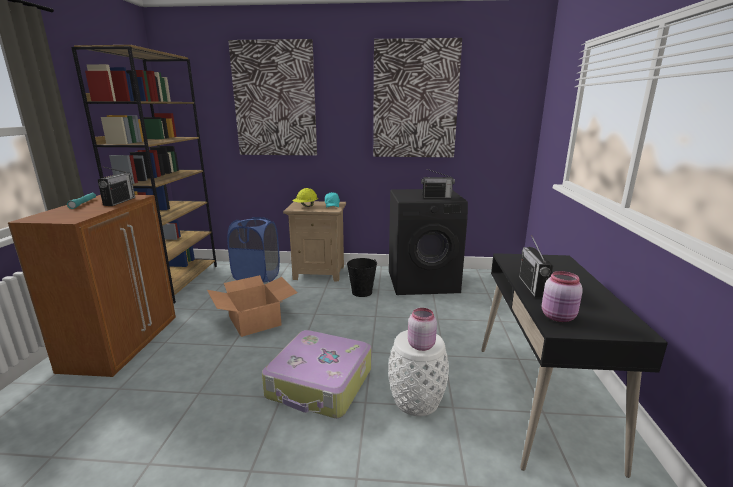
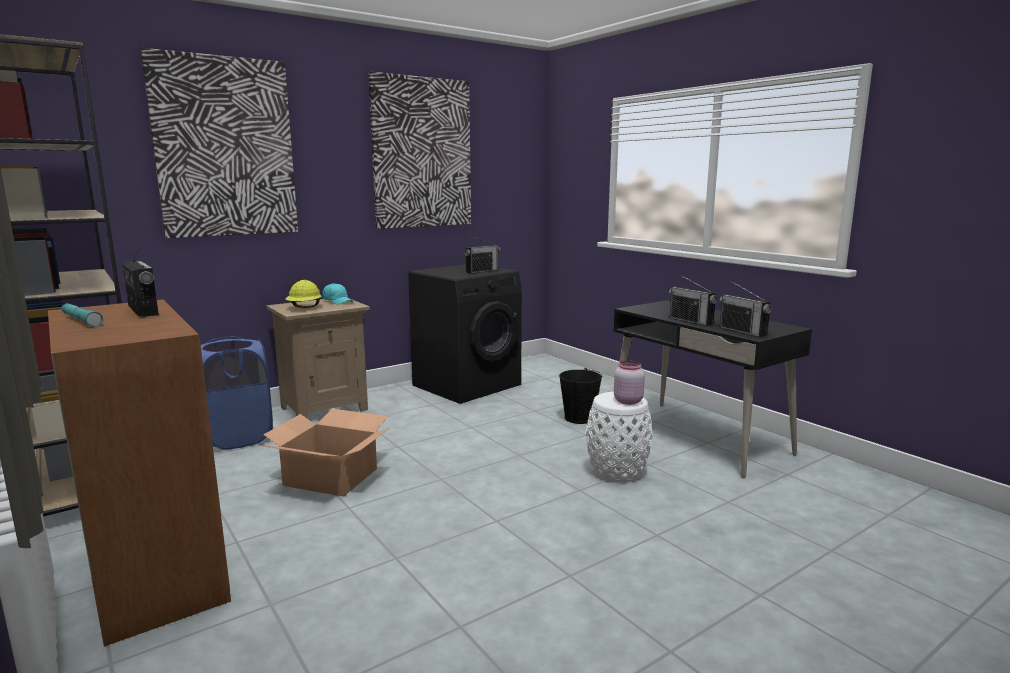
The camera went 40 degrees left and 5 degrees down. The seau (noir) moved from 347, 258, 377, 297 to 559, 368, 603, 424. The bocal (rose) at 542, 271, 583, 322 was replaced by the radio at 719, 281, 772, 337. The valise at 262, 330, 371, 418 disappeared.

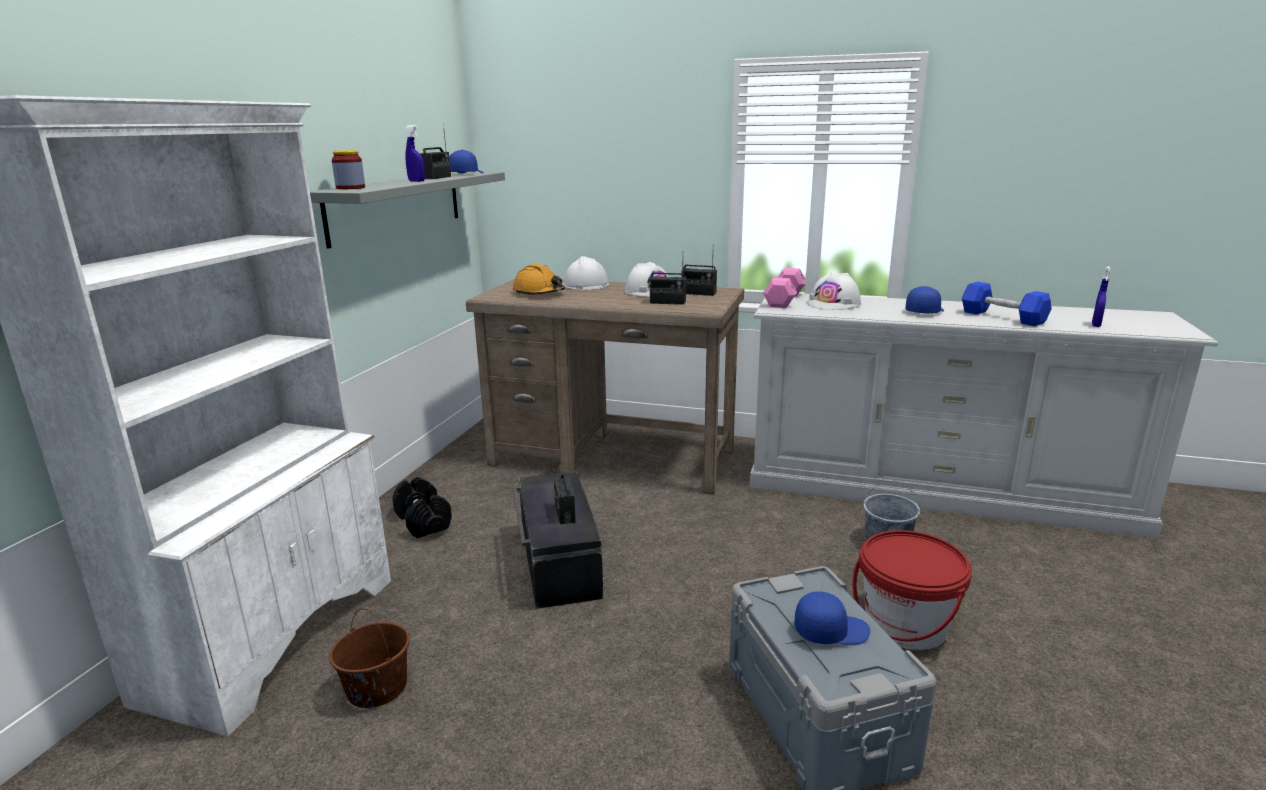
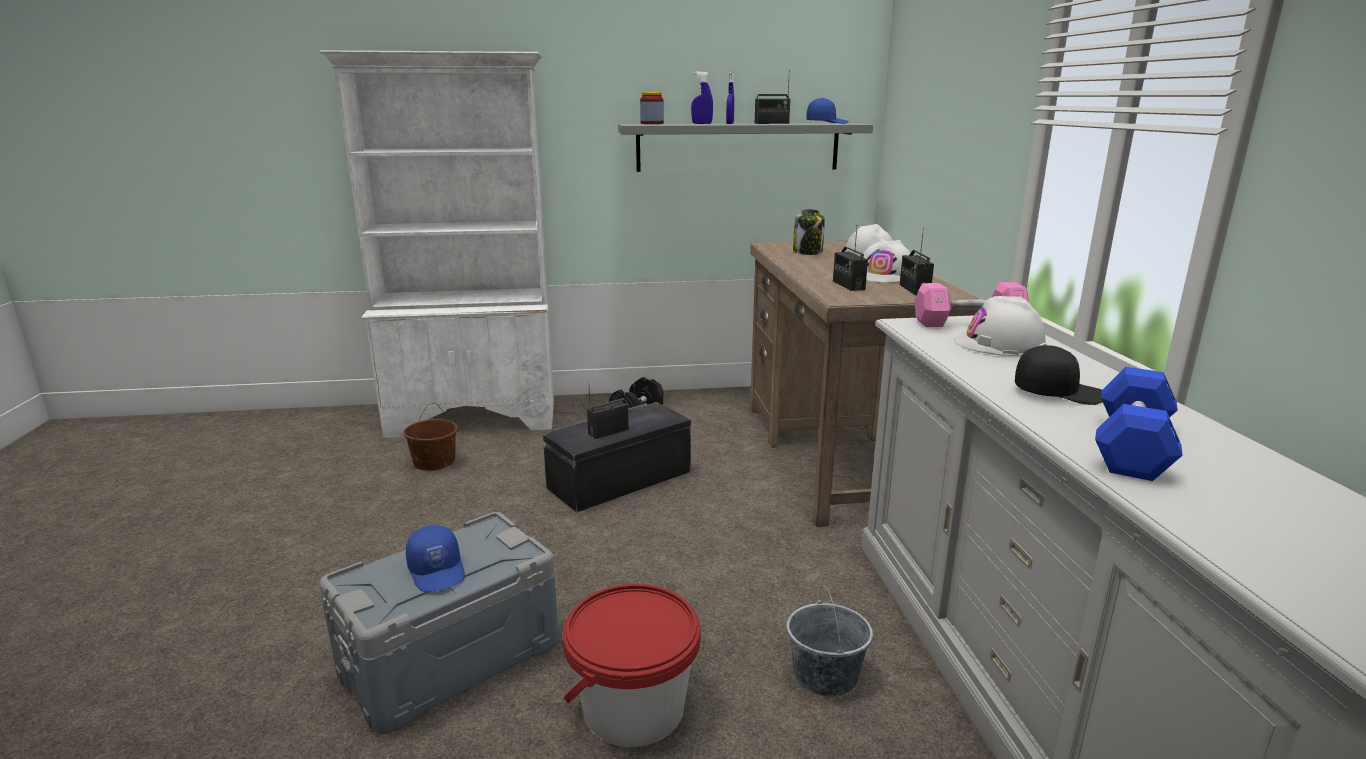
The camera went 65 degrees right and 0 degrees up. The vaporisateur (bleu) moved from 1092, 266, 1110, 327 to 691, 71, 713, 124. The casque de chantier (orange) at 513, 264, 565, 295 was replaced by the bocal at 793, 209, 825, 255. The casquette (bleu) at 905, 286, 944, 314 became the casquette (noir) at 1015, 345, 1102, 405.

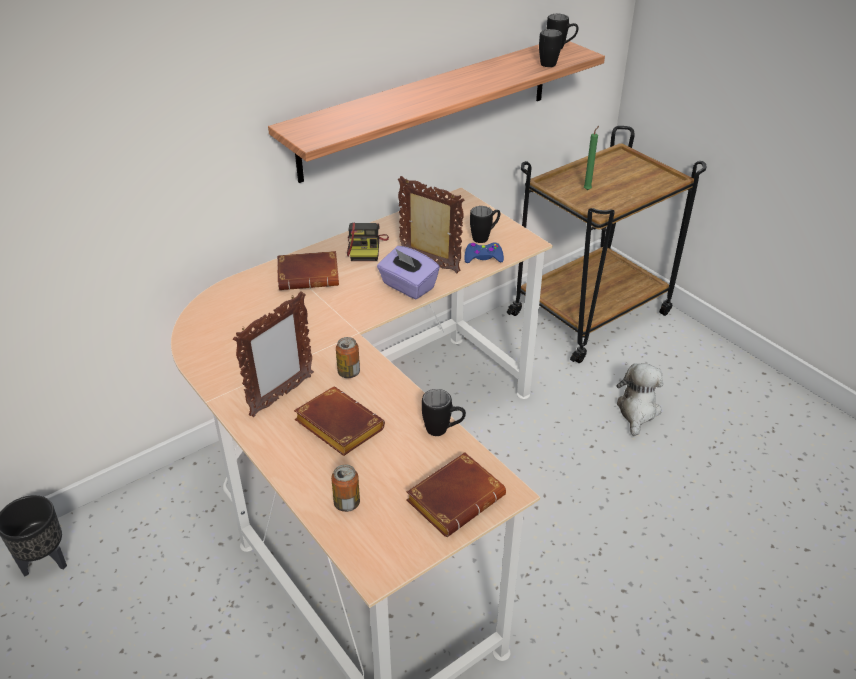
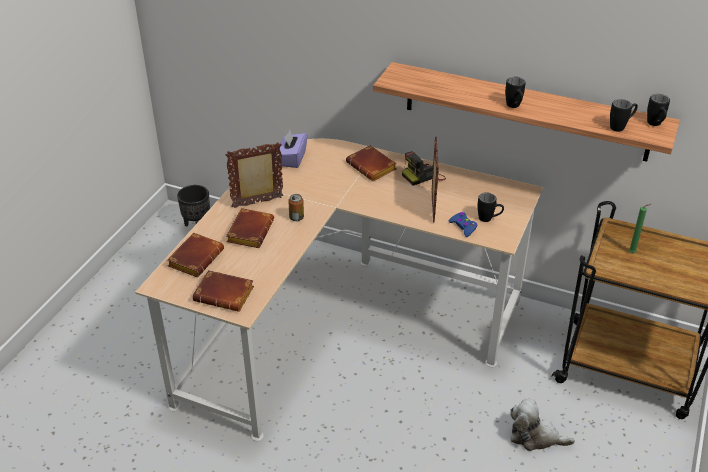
The camera went 60 degrees right and 0 degrees up. The boîte métallique at 331, 464, 360, 512 was replaced by the livre (marron) at 167, 233, 224, 277. The cadre photo at 233, 291, 314, 417 turned 150 degrees clockwise. The boîte à mouchoirs (violet) moved from 377, 246, 440, 299 to 277, 130, 307, 168. The mug (noir) moved from 422, 389, 466, 436 to 505, 77, 526, 108. The peluche at 617, 363, 663, 436 turned 150 degrees counterclockwise.

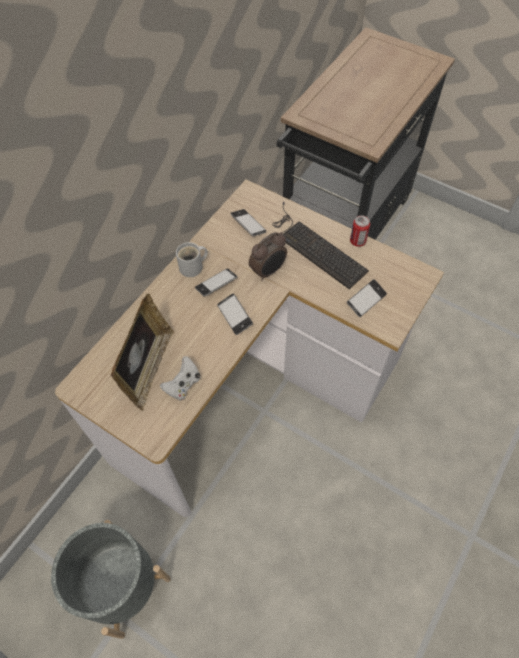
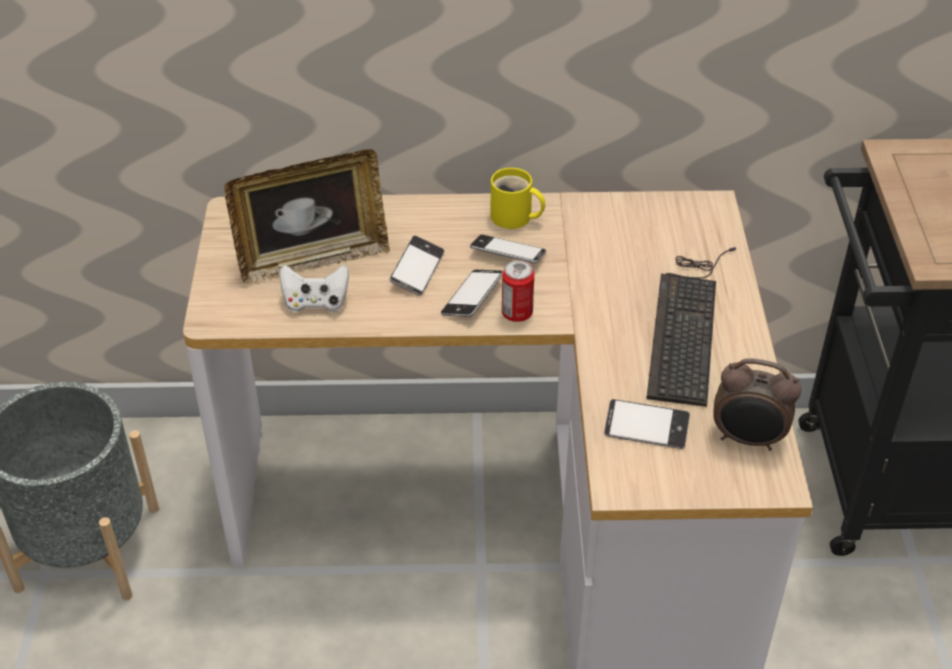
The camera went 55 degrees right and 15 degrees down. The téléphone moved from 230, 209, 266, 236 to 389, 236, 444, 296. The mug (blanc) at 176, 242, 208, 277 became the mug (jaune) at 490, 168, 545, 229. The boîte métallique moved from 350, 215, 370, 247 to 502, 260, 534, 322. The réveil moved from 249, 232, 287, 280 to 713, 359, 802, 451.

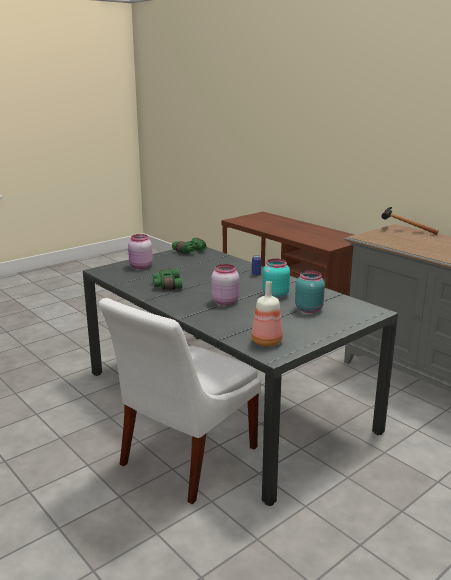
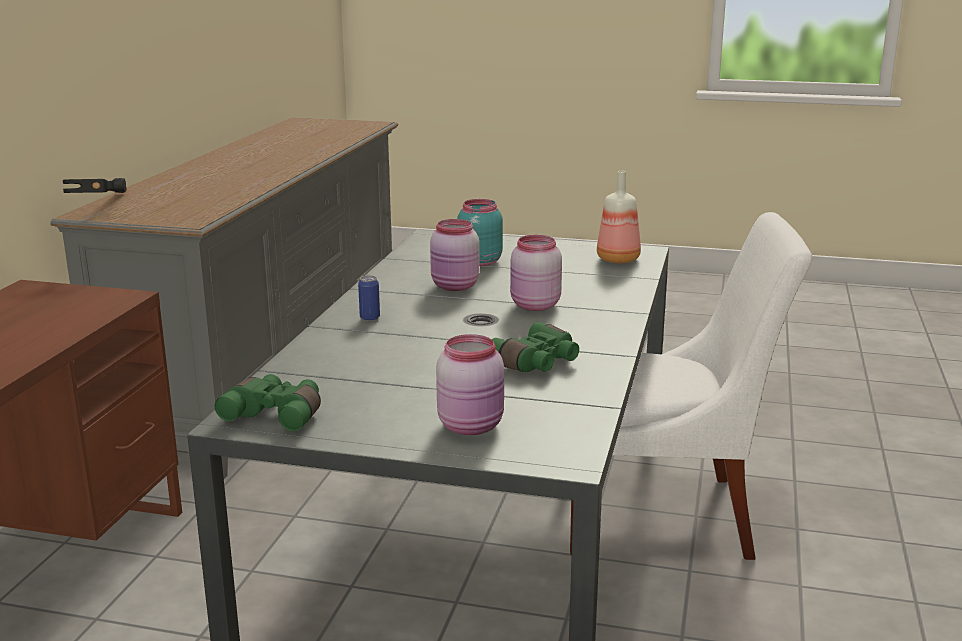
The camera went 125 degrees left and 0 degrees up. The bocal (turquoise) at 262, 259, 290, 299 became the bocal (rose) at 430, 219, 479, 291.

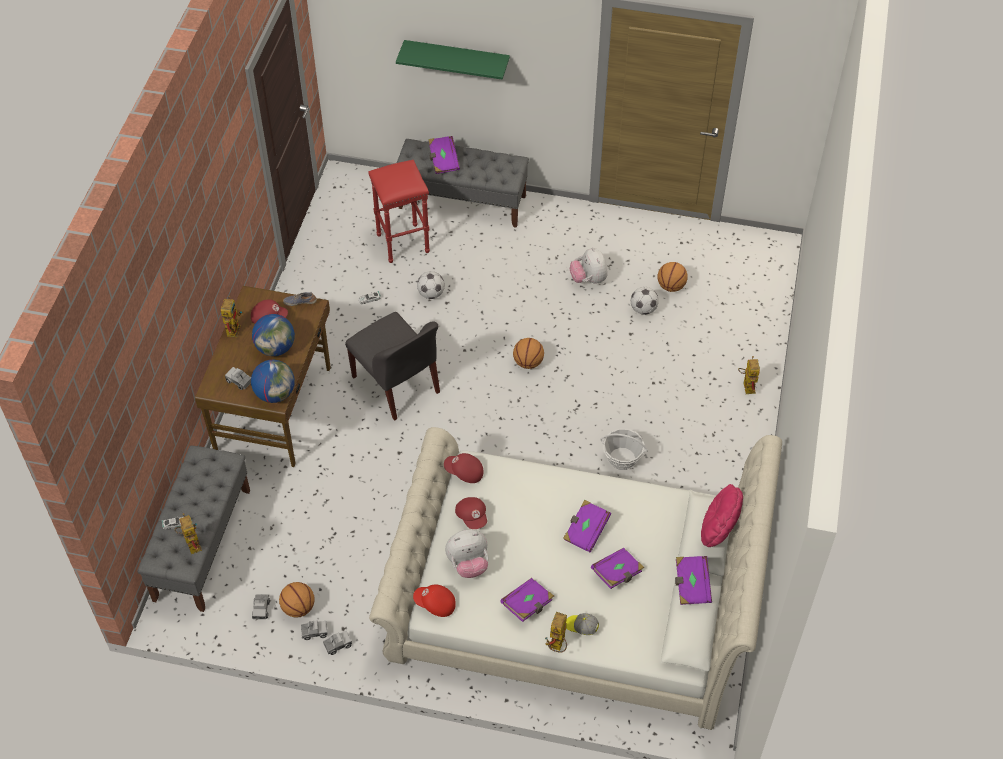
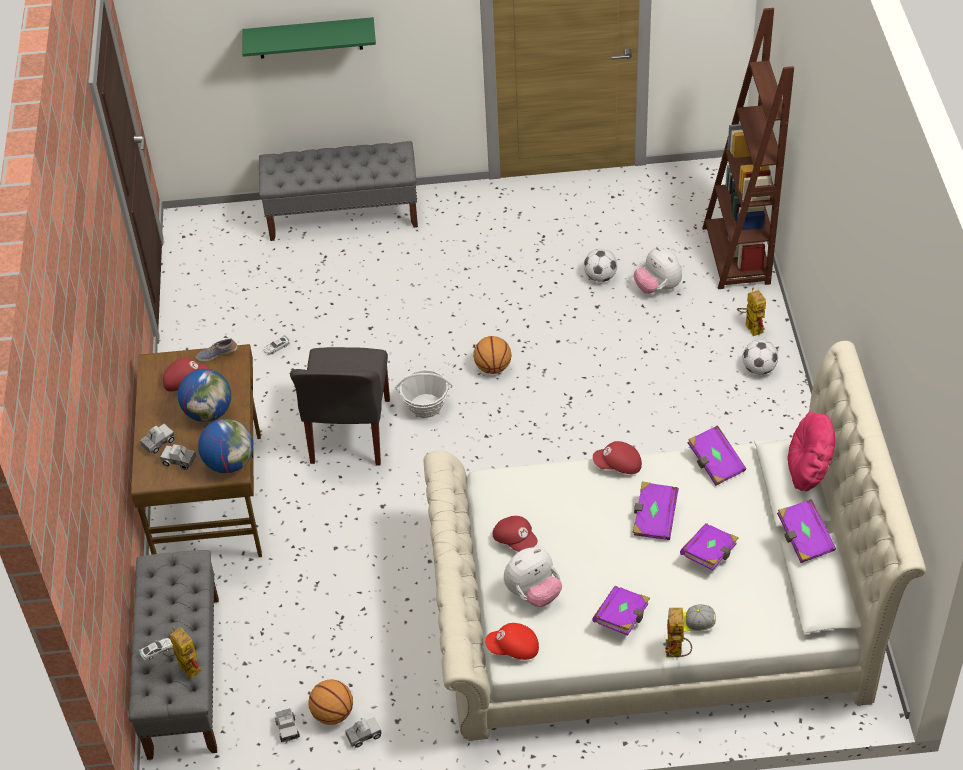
The camera went 15 degrees left and 5 degrees down. The camion jouet moved from 323, 631, 352, 655 to 140, 424, 175, 454. The chaise (gris) at 345, 312, 440, 421 turned 60 degrees clockwise. The panier moved from 601, 428, 648, 470 to 395, 369, 453, 418. The casquette (rouge) moved from 444, 453, 483, 483 to 593, 441, 642, 474. The peluche moved from 570, 247, 607, 284 to 634, 246, 682, 294. The livre (violet) moved from 428, 136, 460, 174 to 687, 425, 746, 486. The bibliothèque (marron) at 702, 8, 794, 289 appeared. The ballon de foot moved from 417, 271, 445, 299 to 743, 340, 778, 375. The robot jouet at 221, 296, 242, 337 disappeared. The tabouret (rouge) at 368, 160, 430, 263 disappeared. The ballon de basket at 658, 262, 688, 292 disappeared.

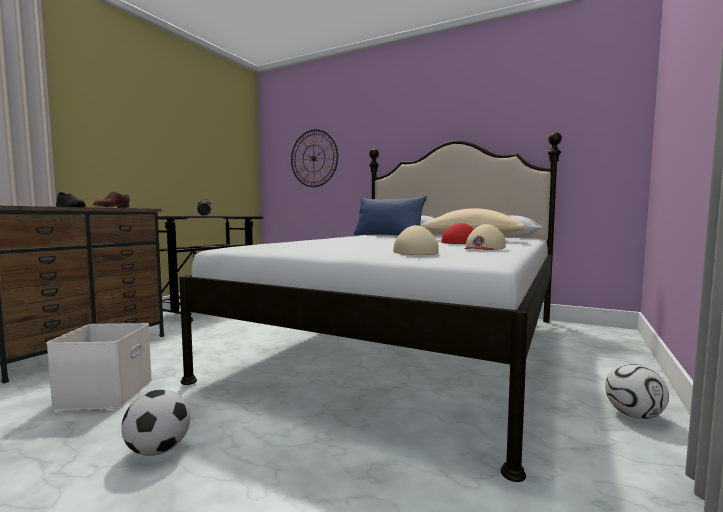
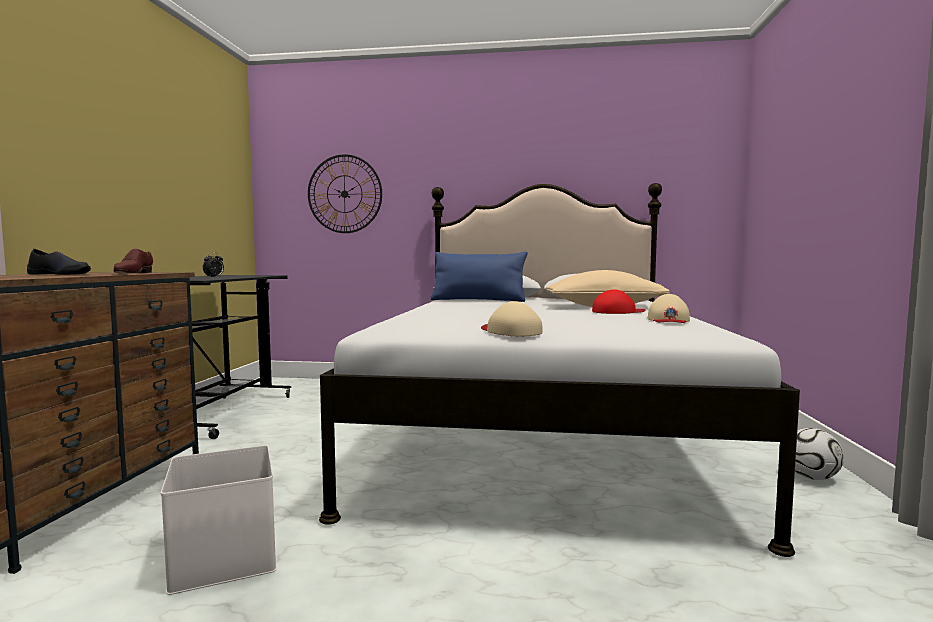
The camera went 20 degrees left and 0 degrees up. The casquette (beige) moved from 393, 225, 439, 255 to 481, 301, 542, 336. The ballon de foot at 121, 389, 190, 456 disappeared.

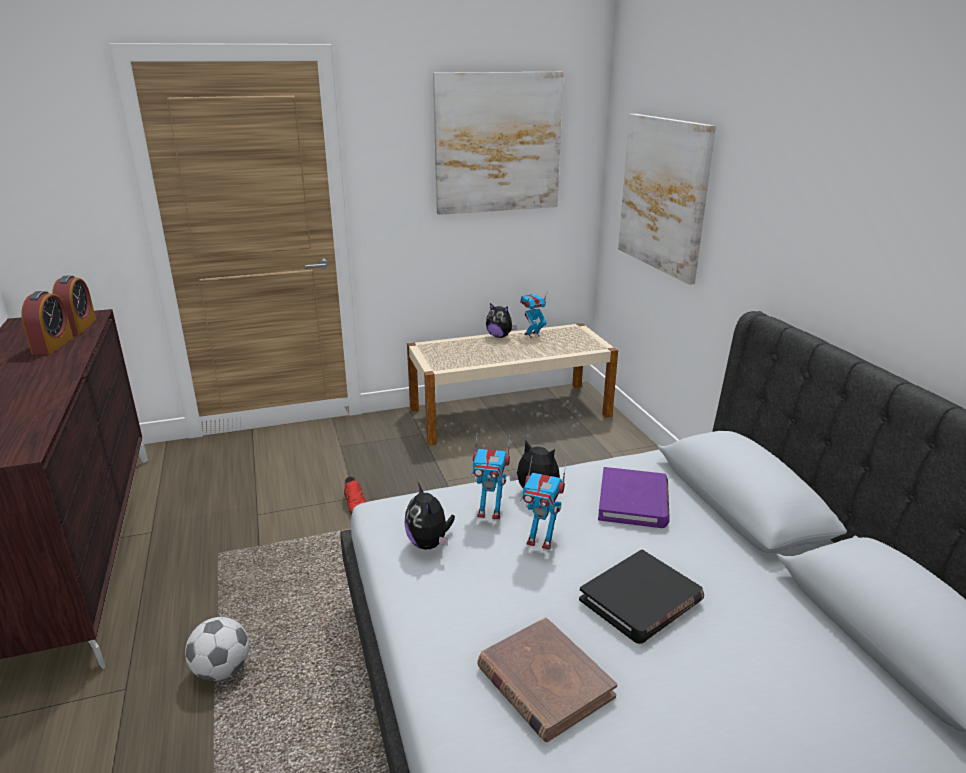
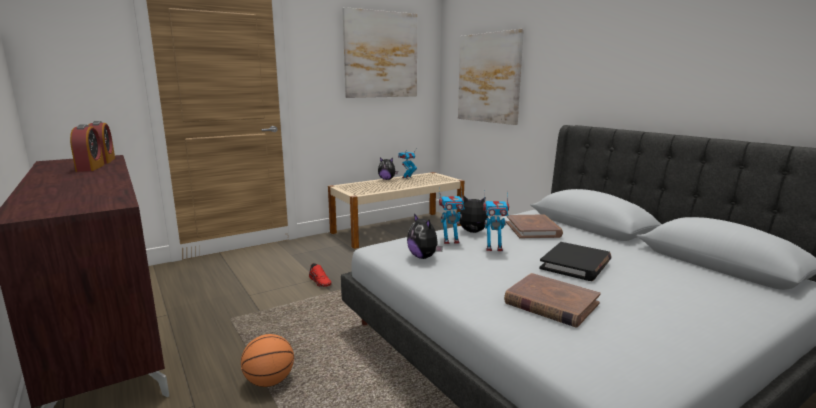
The camera went 15 degrees left and 10 degrees down. The ballon de foot at 185, 617, 249, 681 was replaced by the ballon de basket at 241, 334, 294, 387. The livre (violet) at 598, 467, 670, 528 became the livre (marron) at 506, 215, 563, 238.

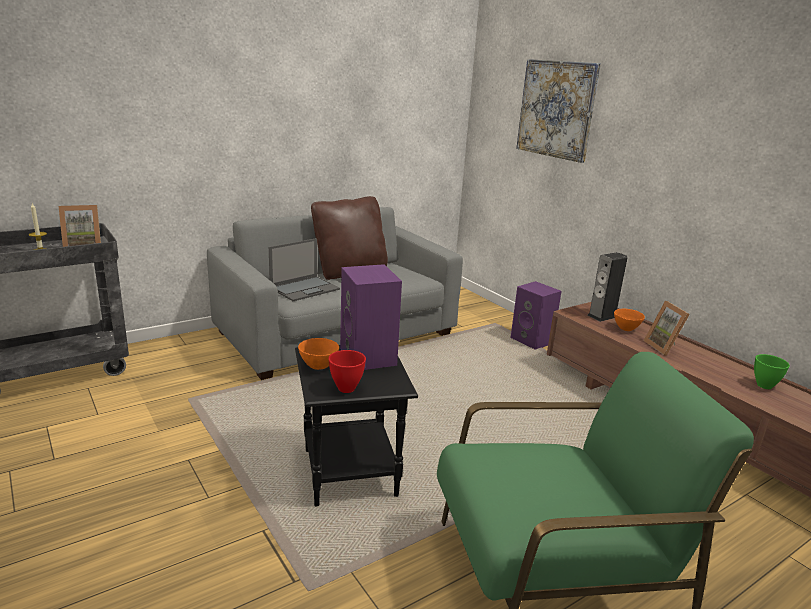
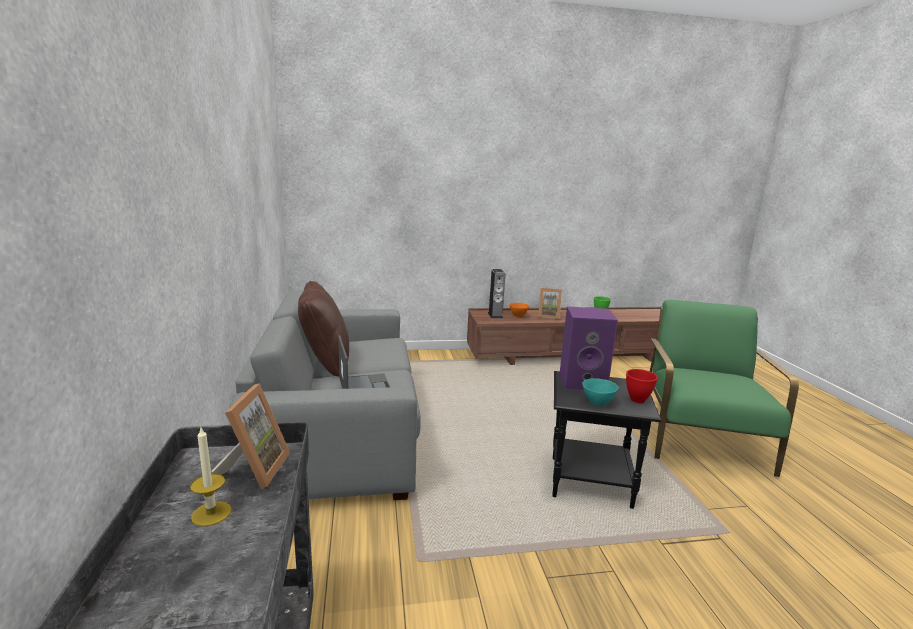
The camera went 65 degrees left and 5 degrees down. The bol (orange) at 298, 338, 339, 370 became the bol (turquoise) at 582, 378, 619, 406. The enceinte (violet) at 510, 281, 562, 350 disappeared. The tableau at 516, 59, 601, 163 disappeared.

